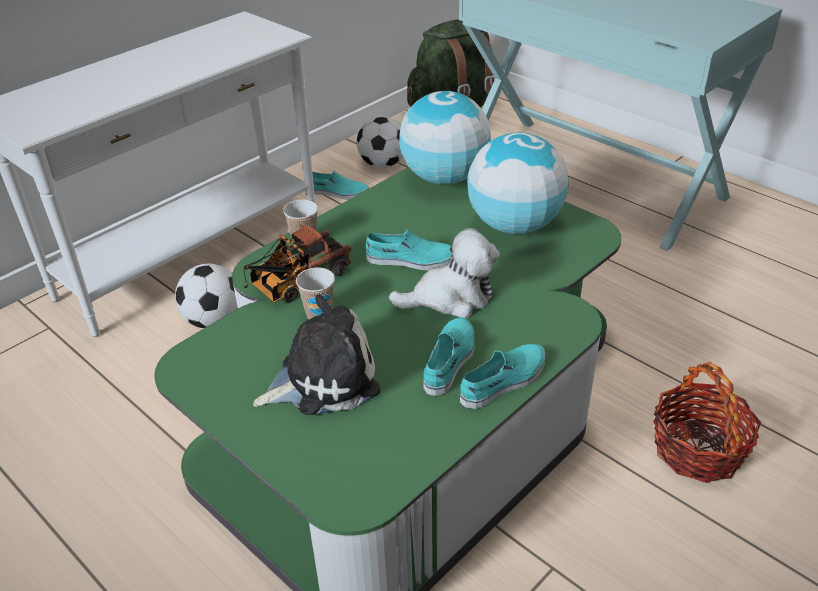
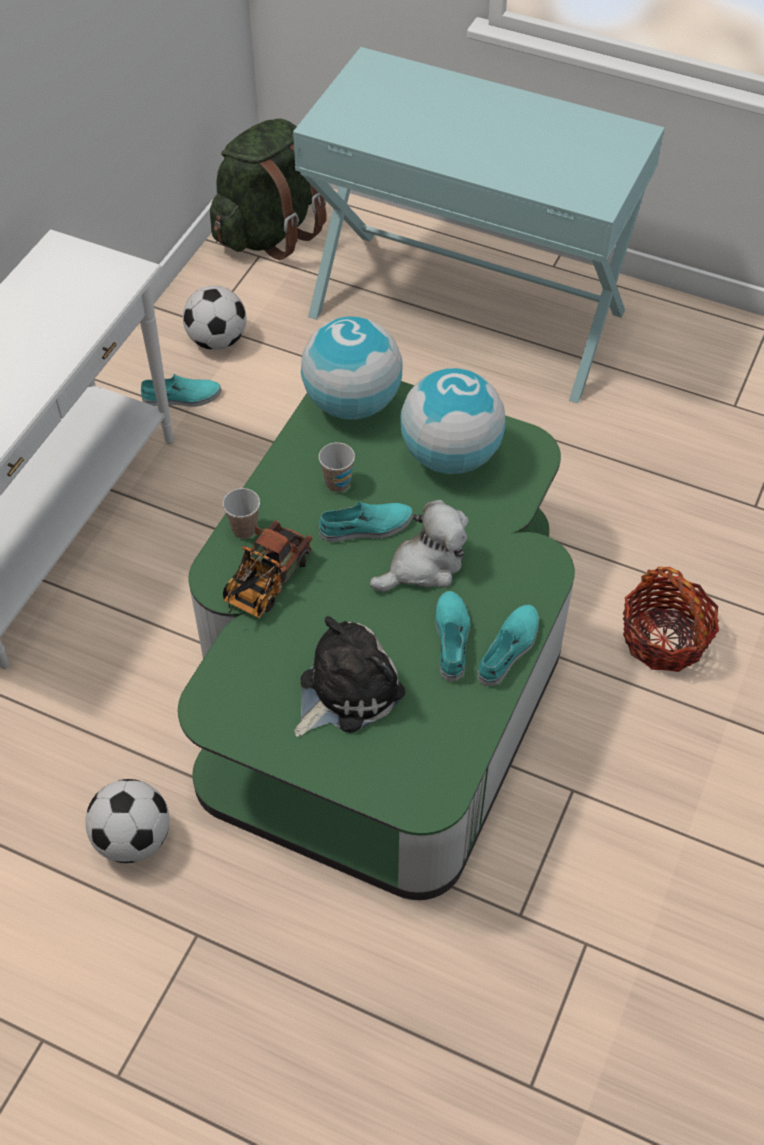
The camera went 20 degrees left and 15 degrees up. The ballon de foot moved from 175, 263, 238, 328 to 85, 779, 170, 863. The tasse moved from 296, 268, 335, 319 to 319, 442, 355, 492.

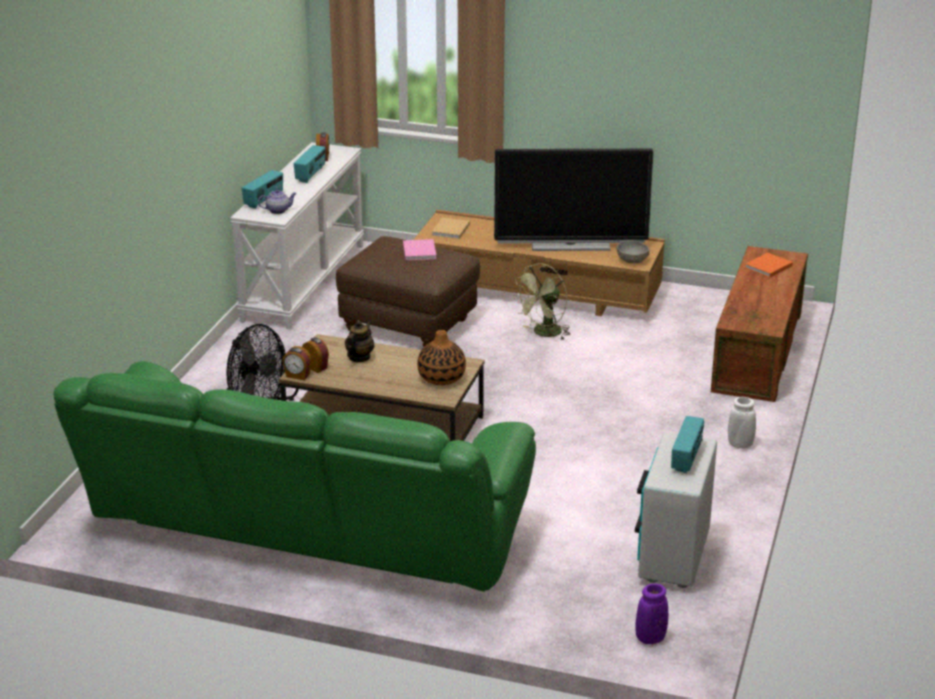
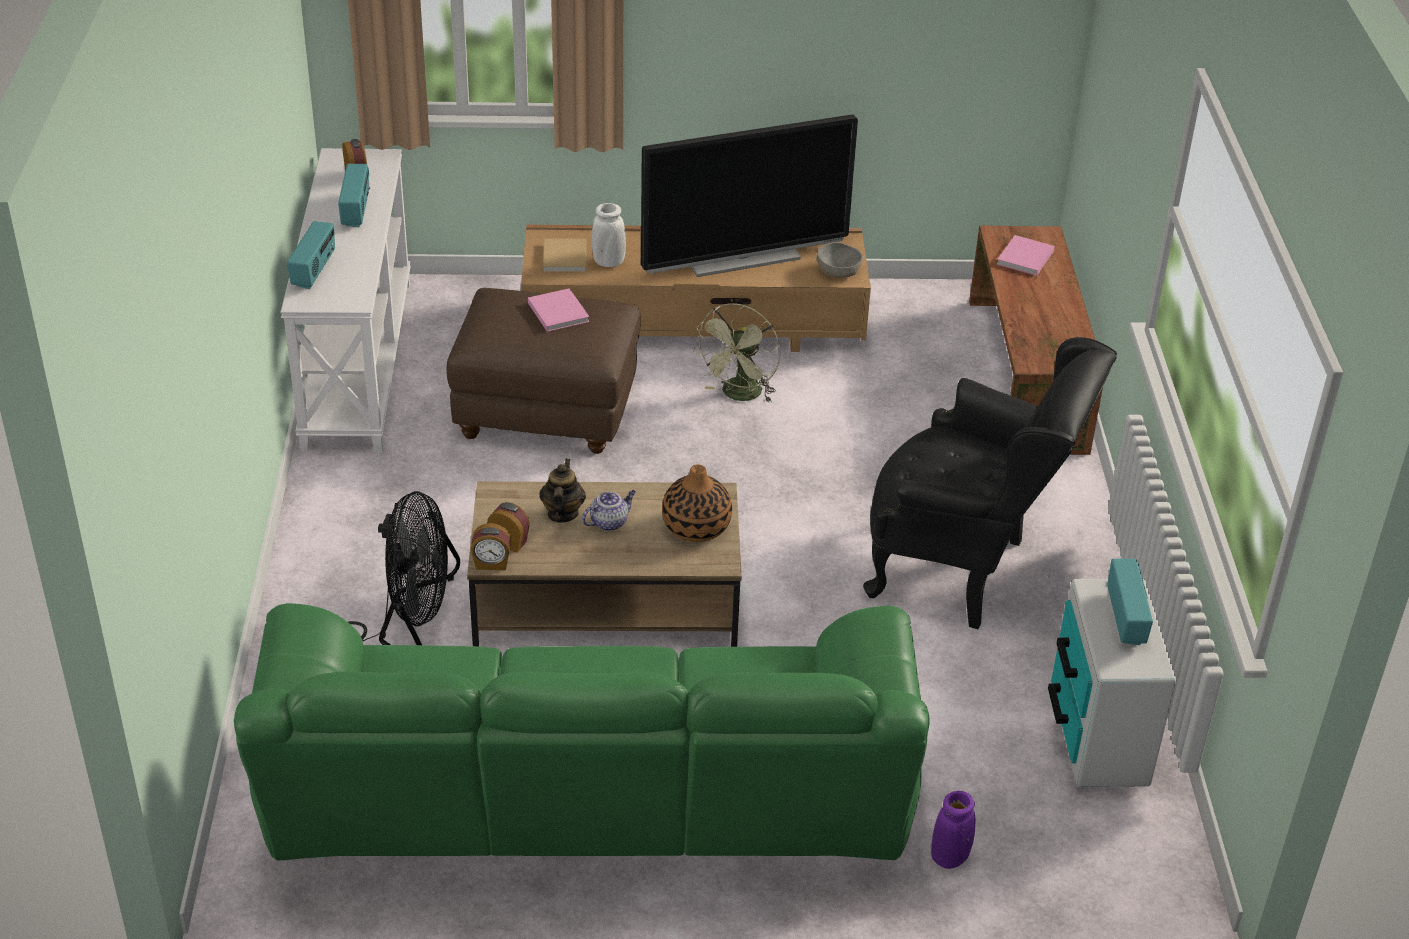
The camera went 20 degrees left and 10 degrees up. The théière moved from 258, 190, 296, 214 to 582, 490, 636, 531. The vase (blanc) moved from 728, 397, 756, 449 to 592, 203, 626, 267. The fauteuil (noir) at 863, 337, 1117, 629 appeared. The vase (violet) moved from 635, 584, 668, 644 to 931, 791, 975, 869. The livre (orange) at 745, 253, 793, 278 became the livre (rose) at 997, 235, 1055, 276.

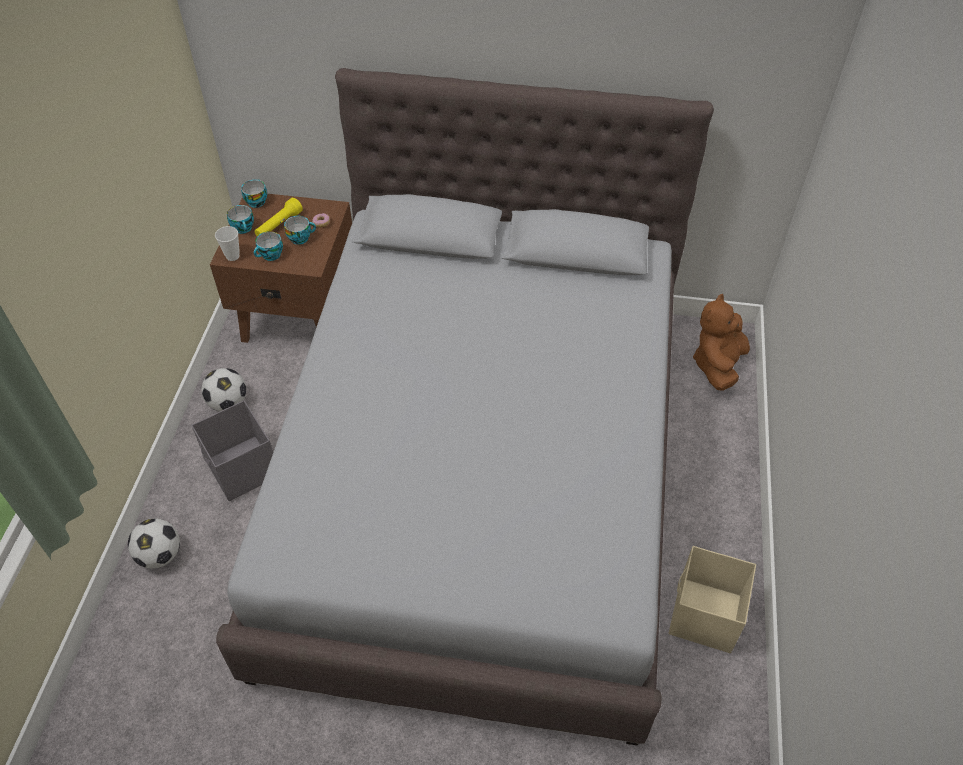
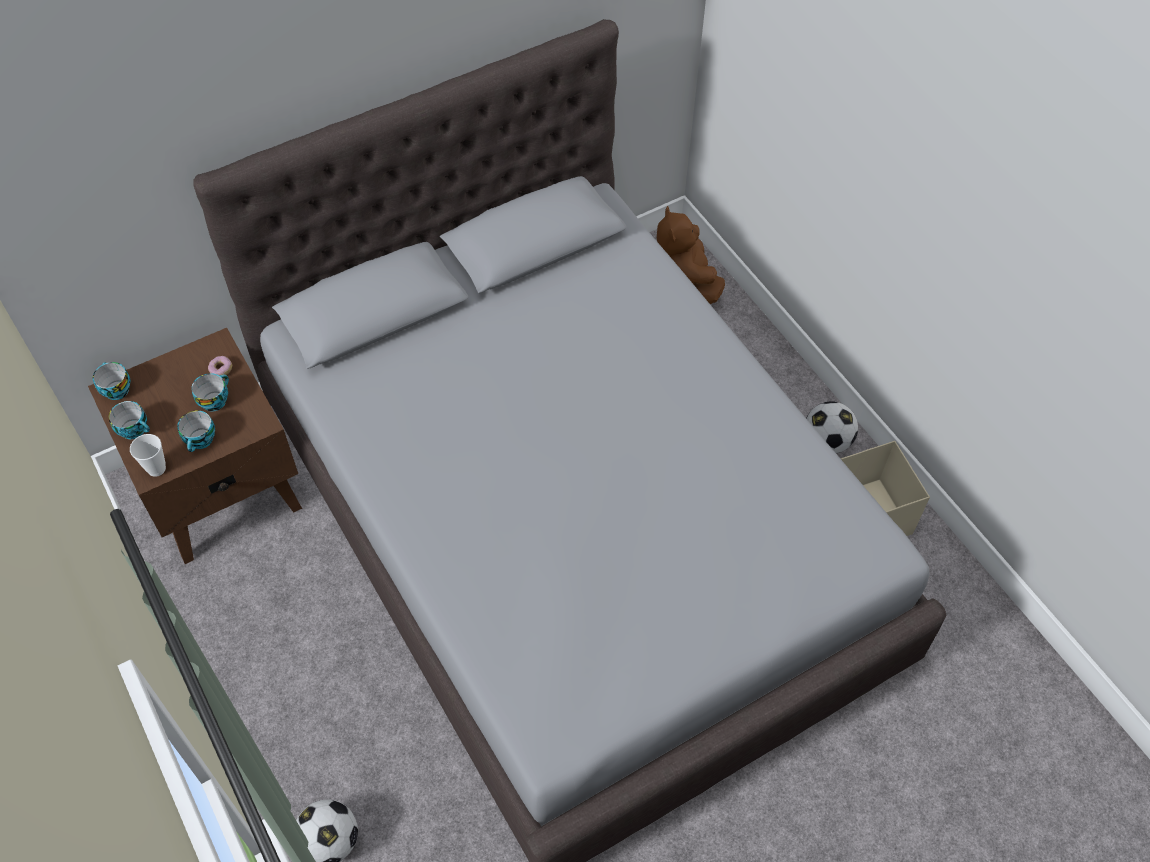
The camera went 40 degrees left and 5 degrees up. The ballon de foot moved from 201, 368, 246, 411 to 806, 402, 858, 453. The boîte de rangement (gris) at 191, 400, 273, 501 disappeared. The lampe de poche (jaune) at 255, 198, 303, 236 disappeared.

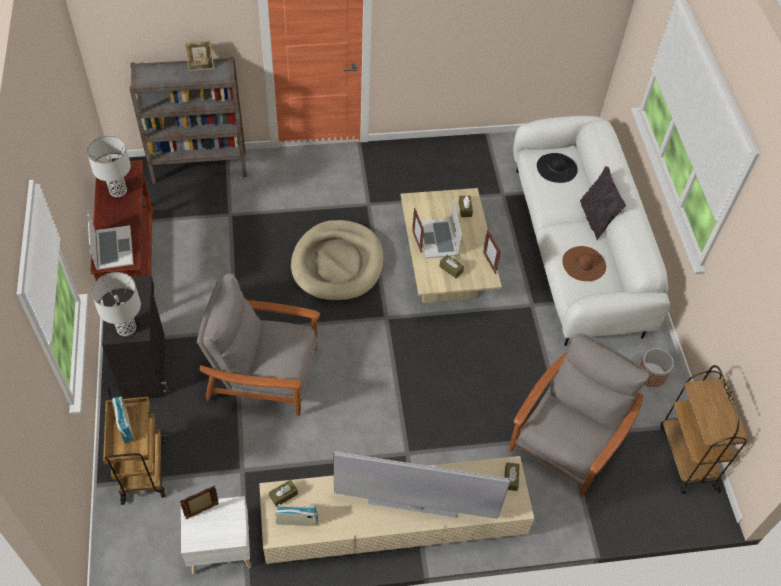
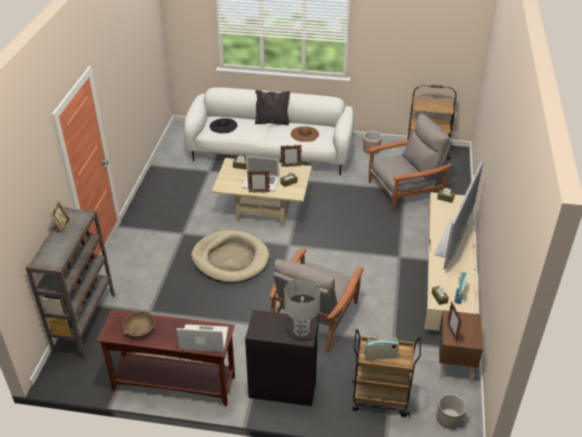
The camera went 70 degrees left and 15 degrees down. The lampe de table (blanc) at 87, 136, 131, 197 was replaced by the bol (marron) at 123, 311, 155, 338. The fauteuil (gris) at 509, 333, 649, 497 turned 105 degrees clockwise. The cache-pot at 436, 394, 466, 429 appeared. The table de chevet (blanc) at 181, 496, 251, 575 became the table de chevet (marron) at 439, 310, 483, 382.

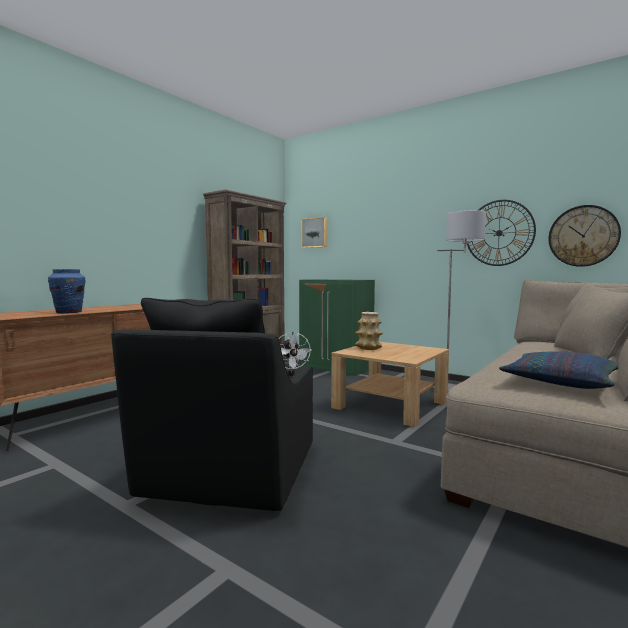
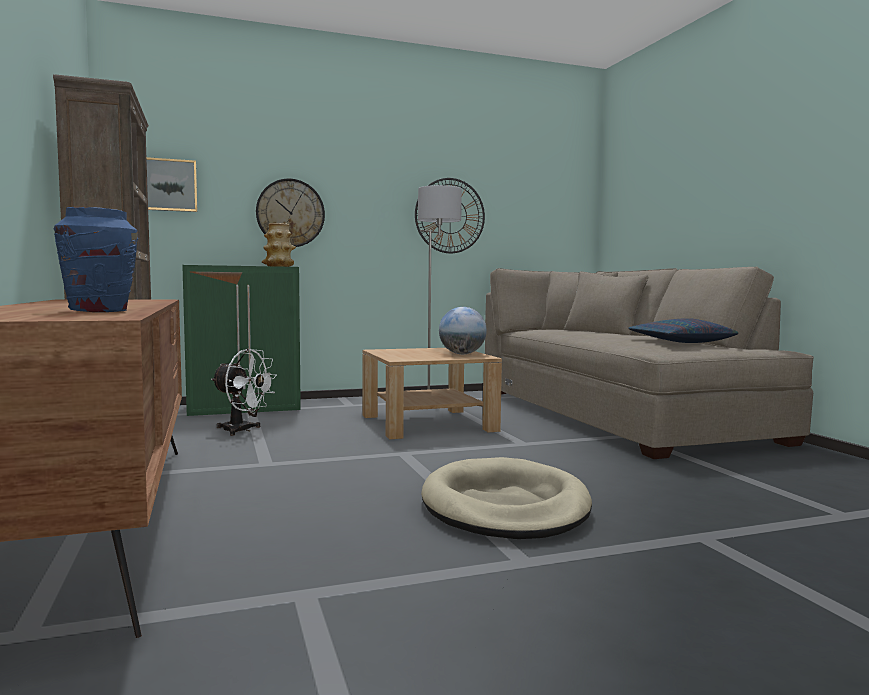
The camera went 55 degrees left and 0 degrees up. The horloge murale moved from 548, 205, 621, 267 to 256, 179, 325, 247. The vase moved from 355, 312, 383, 350 to 262, 223, 296, 267. The fauteuil (noir) at 111, 298, 313, 511 was replaced by the panier pour chien (beige) at 421, 457, 592, 539. The globe at 439, 307, 487, 354 appeared.

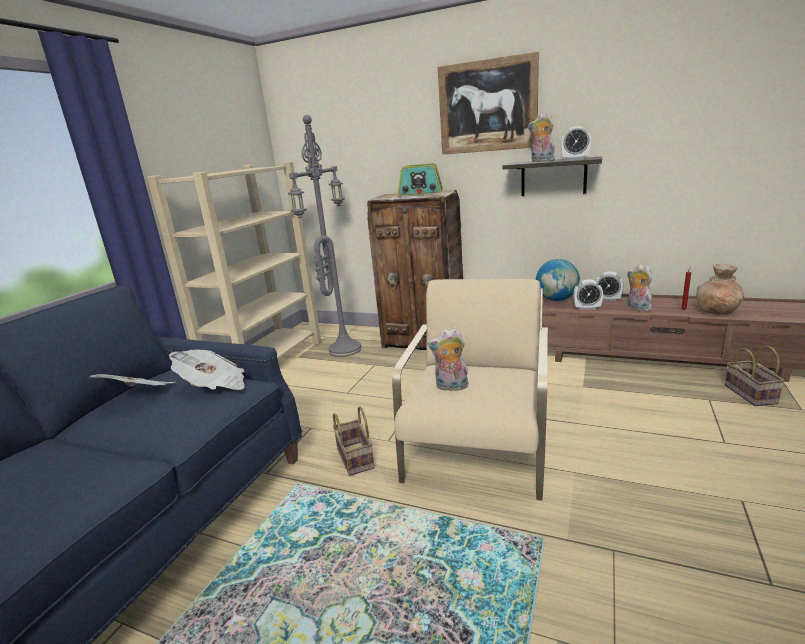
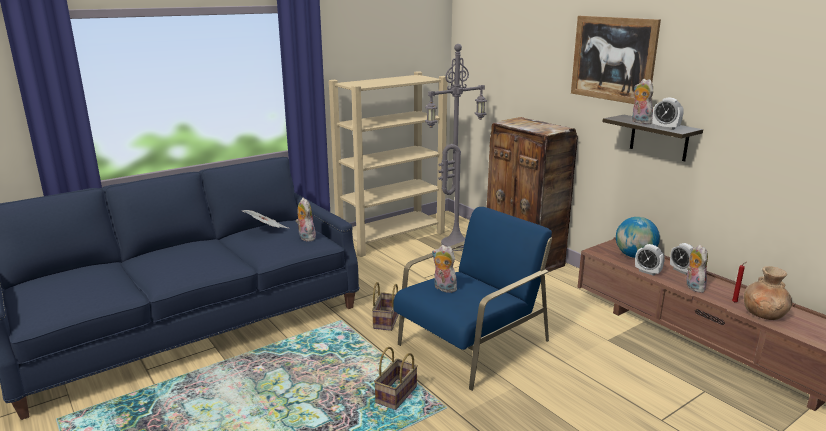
The camera went 30 degrees right and 0 degrees up. The journal at 169, 350, 245, 390 was replaced by the peluche at 295, 198, 316, 241. The panier moved from 724, 346, 785, 406 to 374, 347, 418, 410. The fauteuil (beige) at 392, 279, 548, 500 became the fauteuil (bleu) at 393, 207, 552, 391. The radio at 398, 163, 443, 196 disappeared.

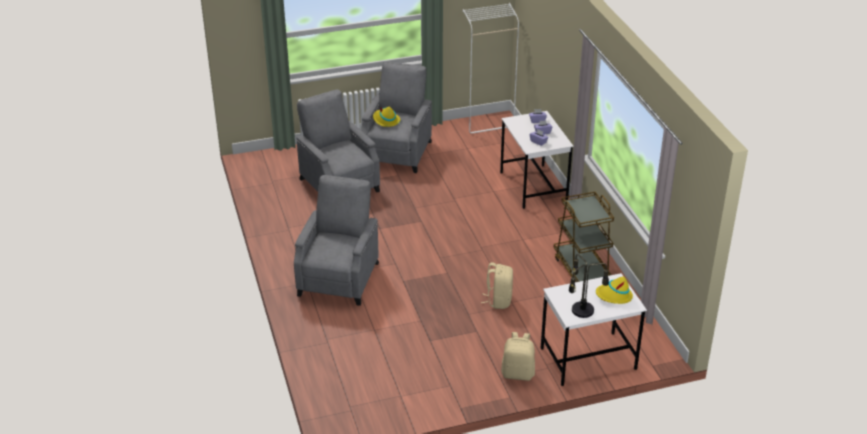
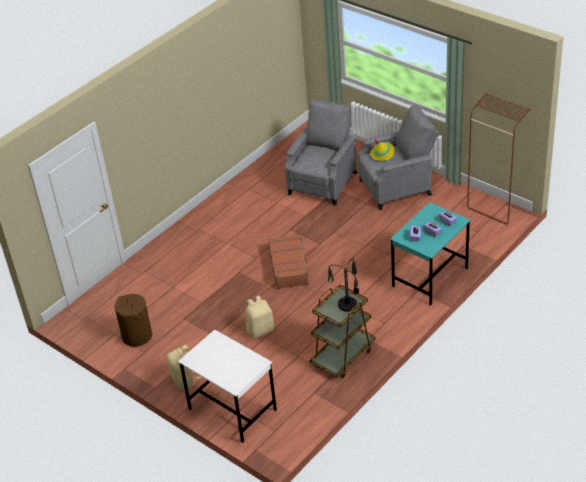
The camera went 60 degrees right and 5 degrees up. The panier à linge (marron) at 114, 294, 152, 347 appeared. The valise (marron) at 268, 234, 311, 289 appeared. The lampe de table moved from 569, 254, 609, 318 to 328, 258, 359, 311. The bureau (blanc) at 500, 111, 574, 209 became the bureau (turquoise) at 390, 202, 471, 305. The portant (blanc) at 463, 3, 519, 133 became the portant (marron) at 467, 93, 530, 225. The fauteuil (gris) at 294, 175, 379, 306 disappeared. The chapeau (jaune) at 596, 276, 633, 304 disappeared.

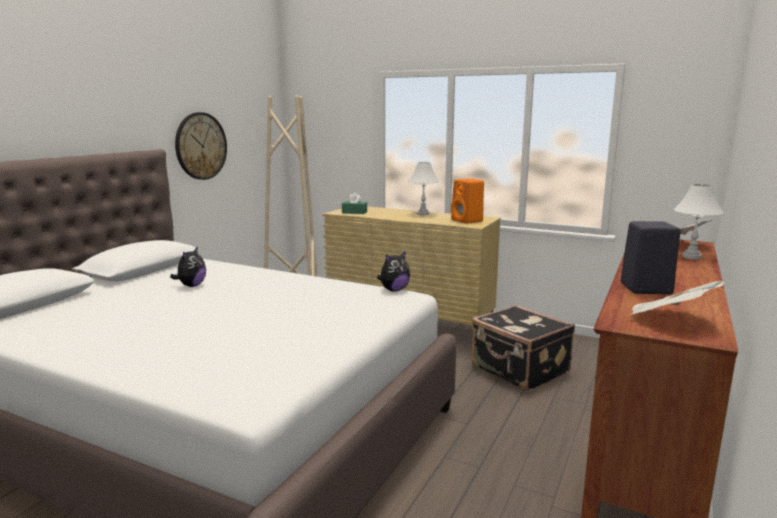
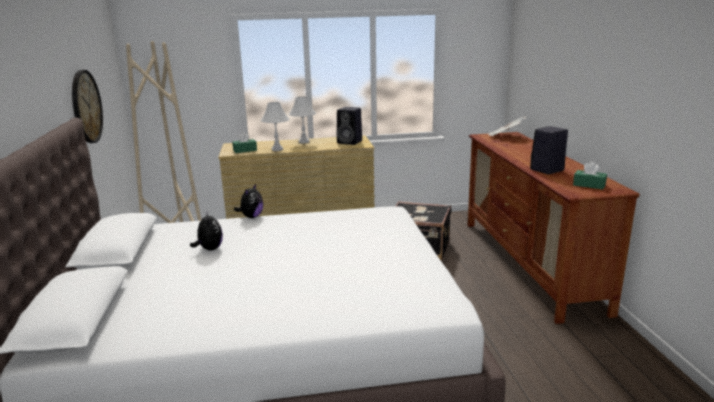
The camera went 35 degrees left and 5 degrees up. The peluche moved from 377, 251, 410, 291 to 234, 184, 263, 218. The lampe de table (blanc) moved from 674, 184, 724, 259 to 261, 102, 290, 151. The enceinte (orange) at 451, 178, 484, 224 became the enceinte (noir) at 337, 107, 362, 145. The journal at 631, 281, 724, 315 was replaced by the boîte à mouchoirs (vert) at 573, 162, 607, 190.

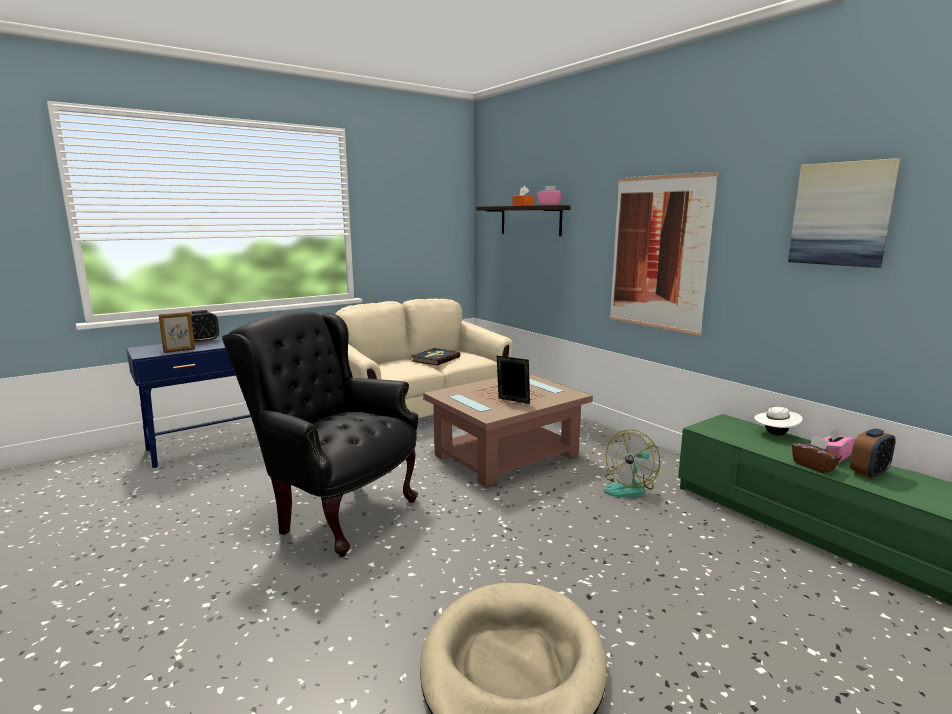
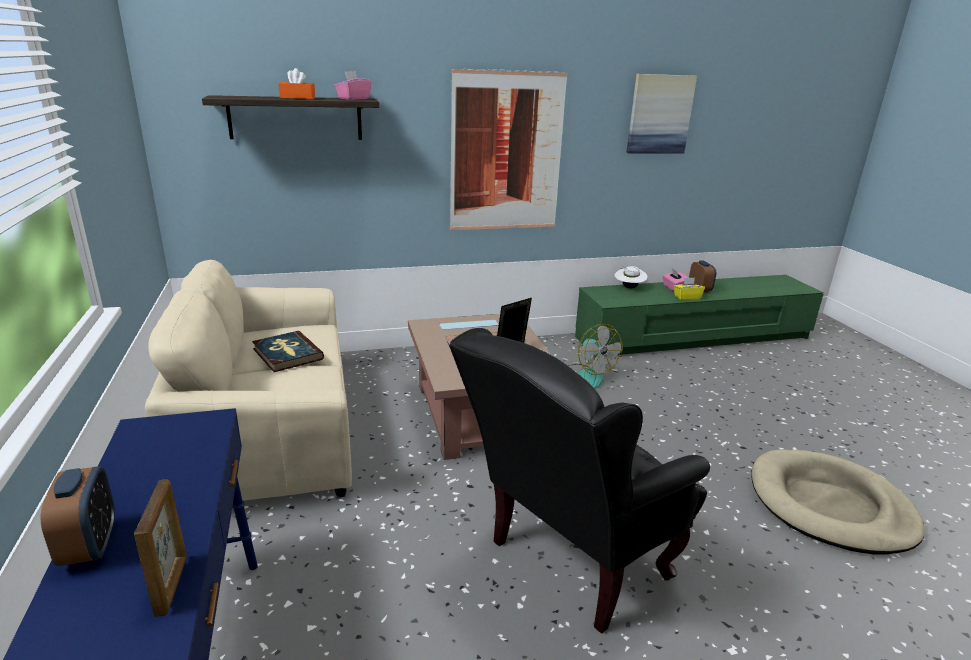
The camera went 70 degrees left and 10 degrees up. The boîte à mouchoirs (marron) at 792, 435, 842, 473 became the boîte à mouchoirs (jaune) at 673, 277, 705, 300.

